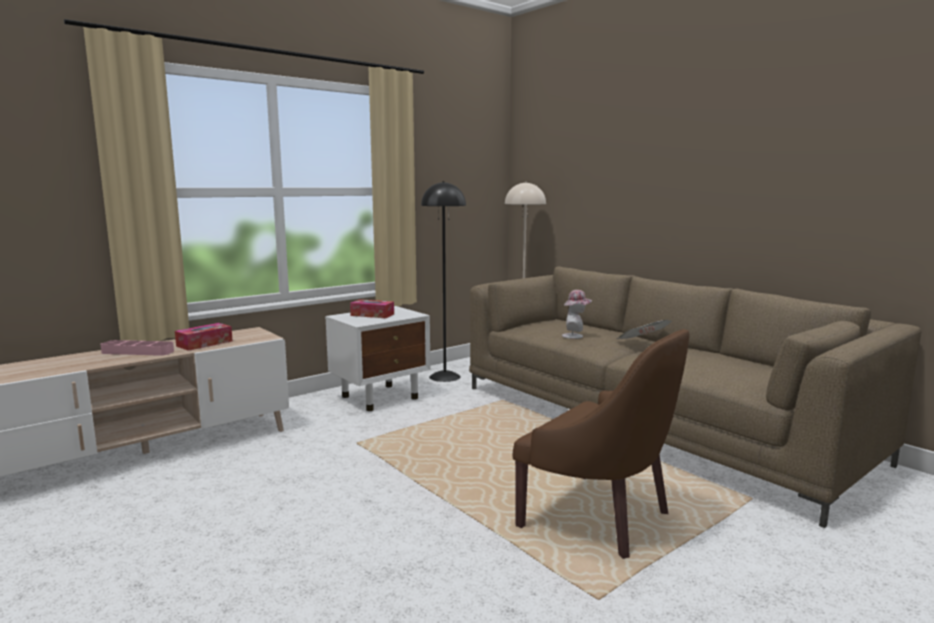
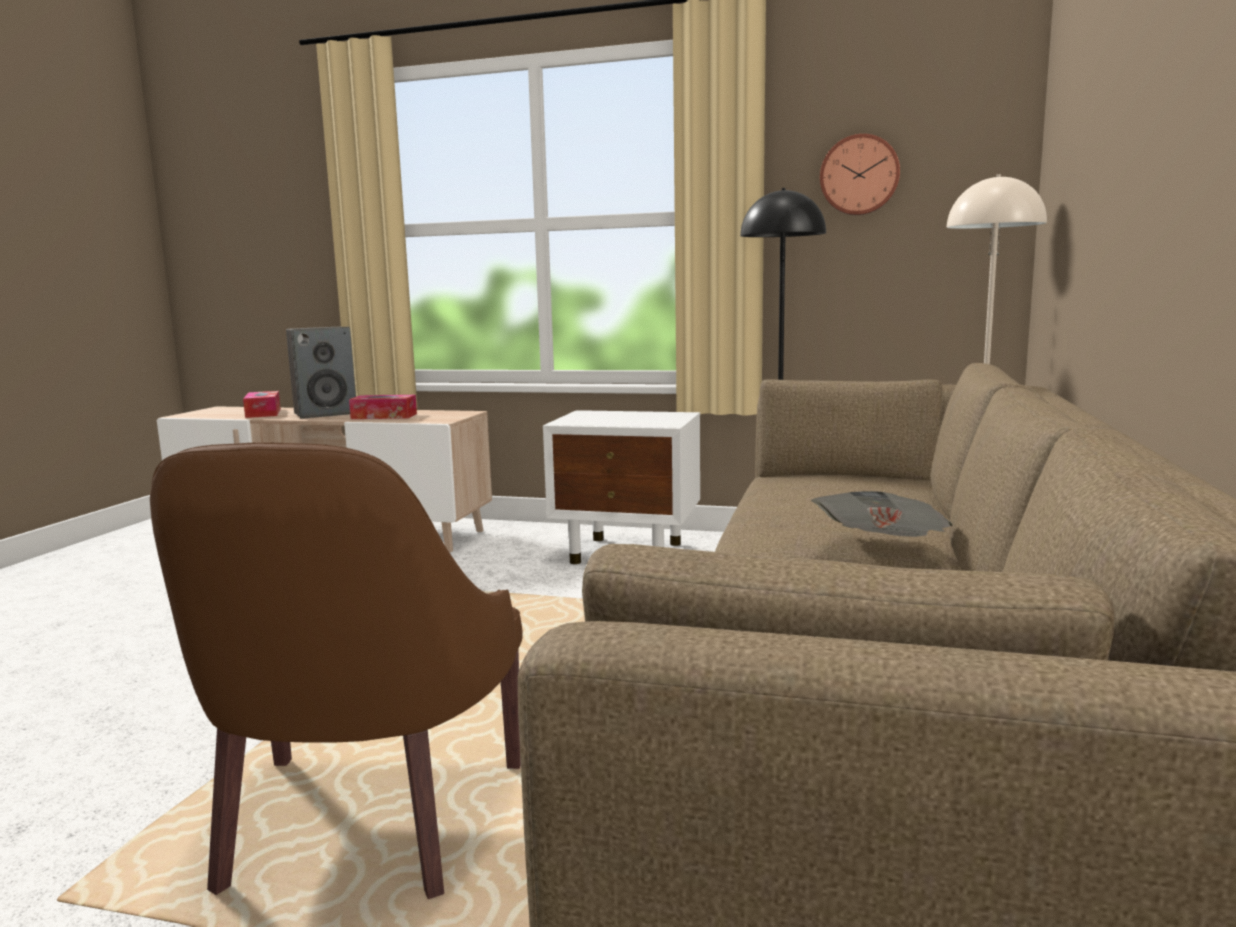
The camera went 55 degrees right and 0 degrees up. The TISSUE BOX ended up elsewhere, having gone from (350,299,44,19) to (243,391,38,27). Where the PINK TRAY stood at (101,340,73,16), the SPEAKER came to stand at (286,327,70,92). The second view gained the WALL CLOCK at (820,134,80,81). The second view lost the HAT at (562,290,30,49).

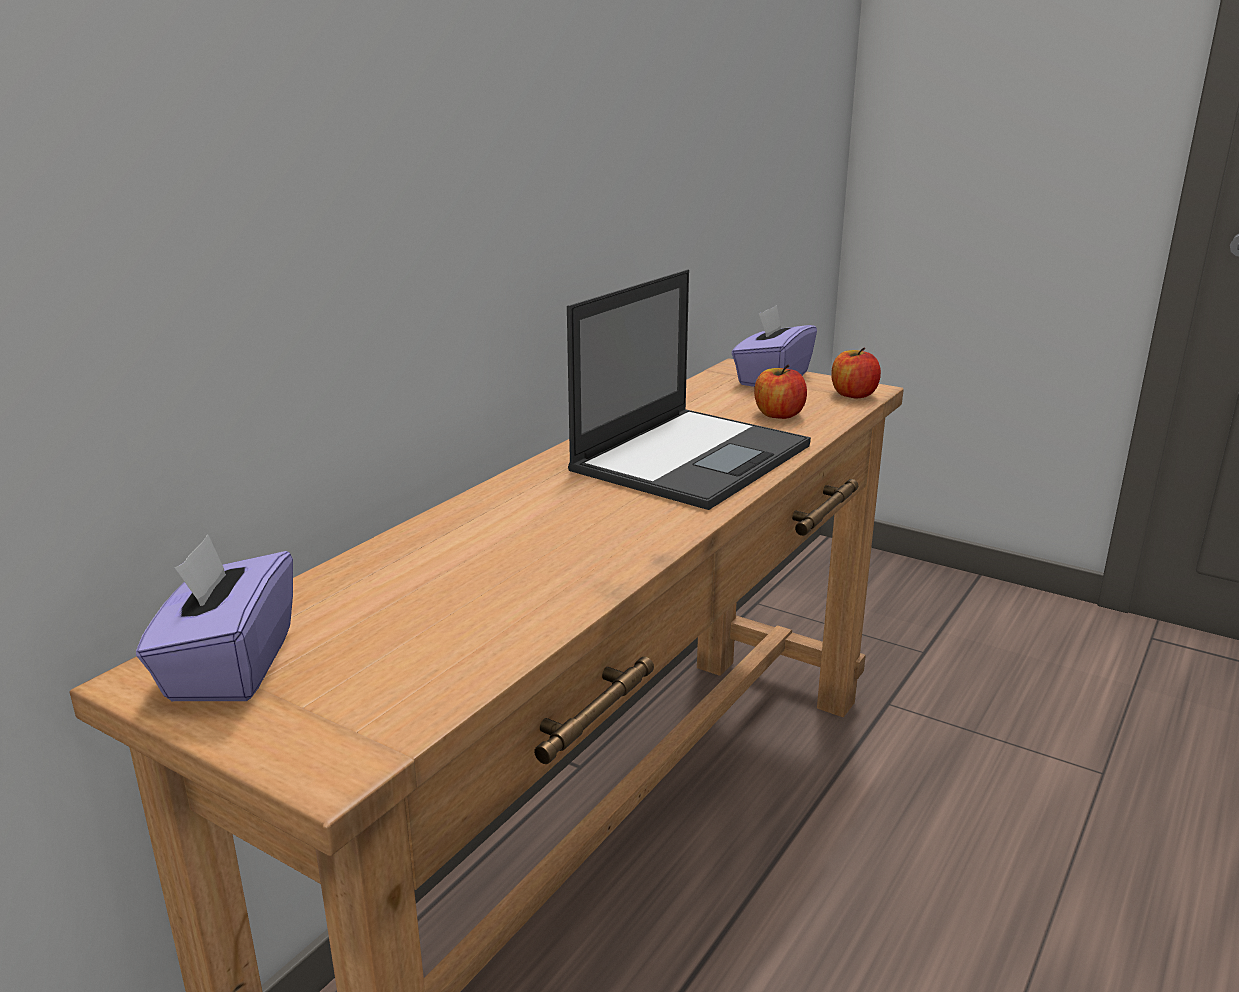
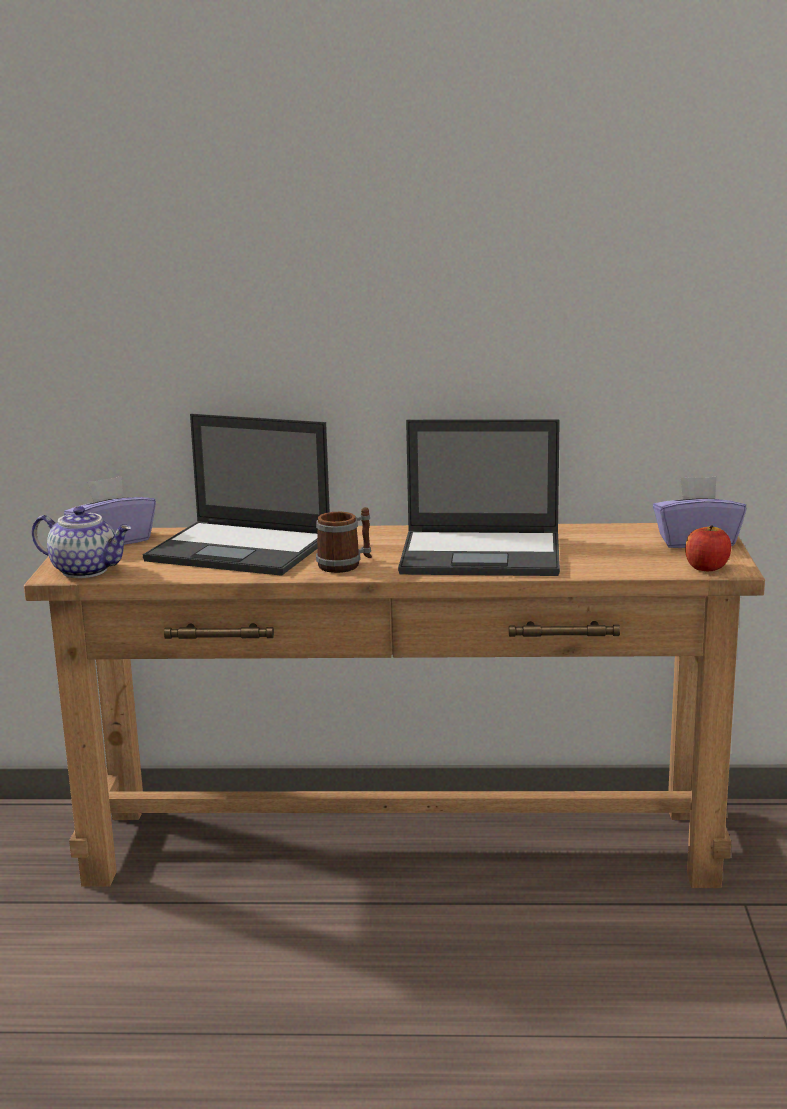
The camera went 60 degrees right and 5 degrees down. The second view gained the TEAPOT at (32,506,100,72). The second view gained the LAPTOP at (143,414,187,162). The second view gained the MUG at (316,507,56,66). The second view lost the APPLE at (754,365,53,54).

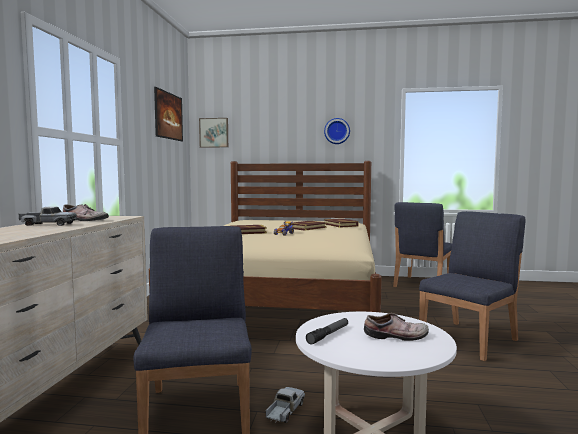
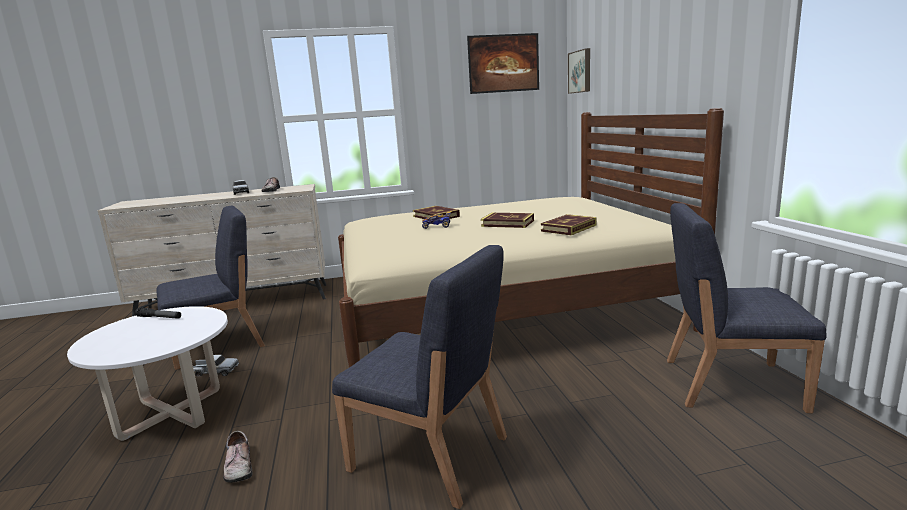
The camera went 70 degrees right and 10 degrees up. The SHOE ended up elsewhere, having gone from (364,313,65,28) to (223,431,29,52). The second view lost the WALL CLOCK at (324,118,26,26).

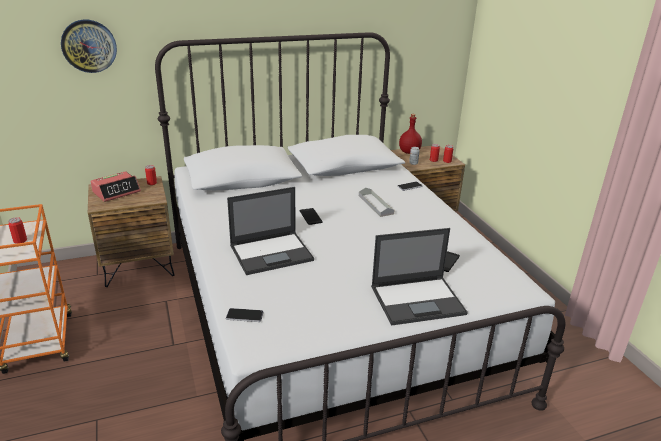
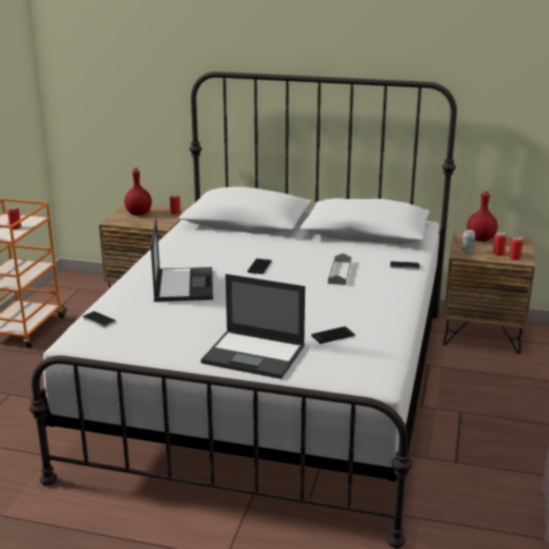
The camera went 35 degrees right and 5 degrees down. Where the ALARM CLOCK stood at (90,171,51,31), the RED BOTTLE came to stand at (124,167,28,48). The LAPTOP at (227,187,87,88) ended up facing another way, 105 degrees counterclockwise from before. The second view lost the WALL CLOCK at (61,19,56,54).

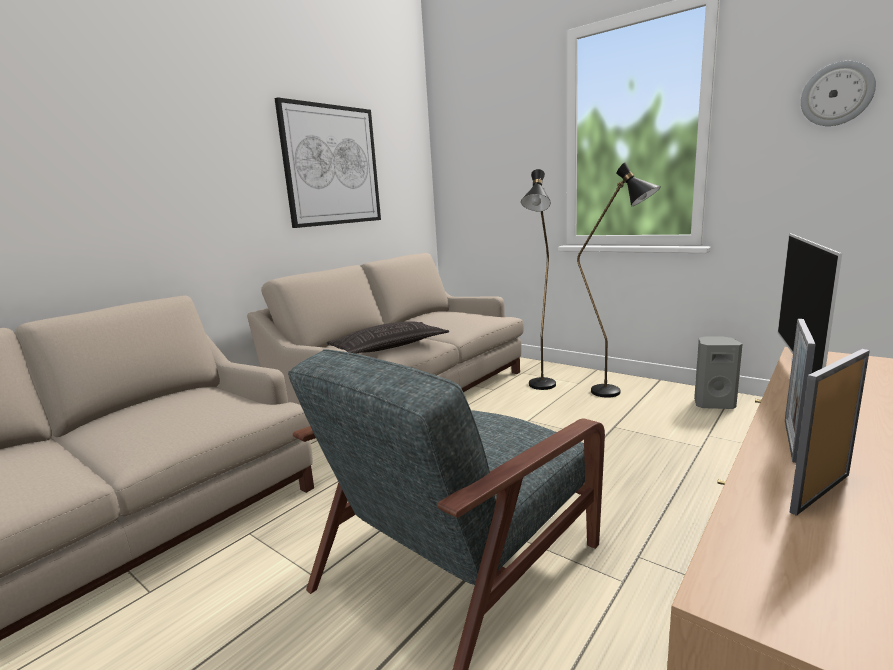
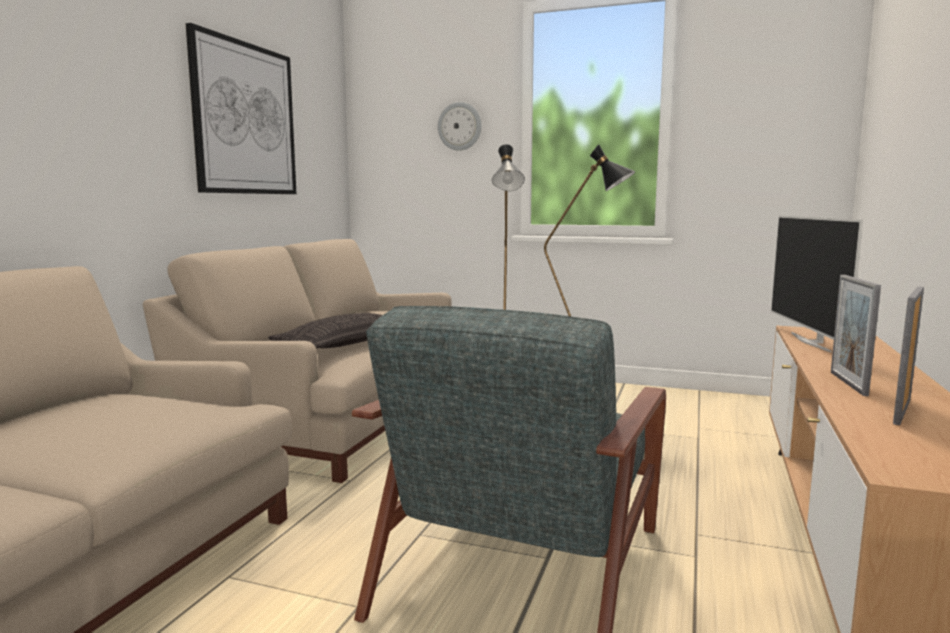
The camera went 20 degrees left and 5 degrees down. The WALL CLOCK ended up elsewhere, having gone from (801,61,75,65) to (438,102,43,49). The second view lost the GREY SPEAKER at (694,336,48,73).

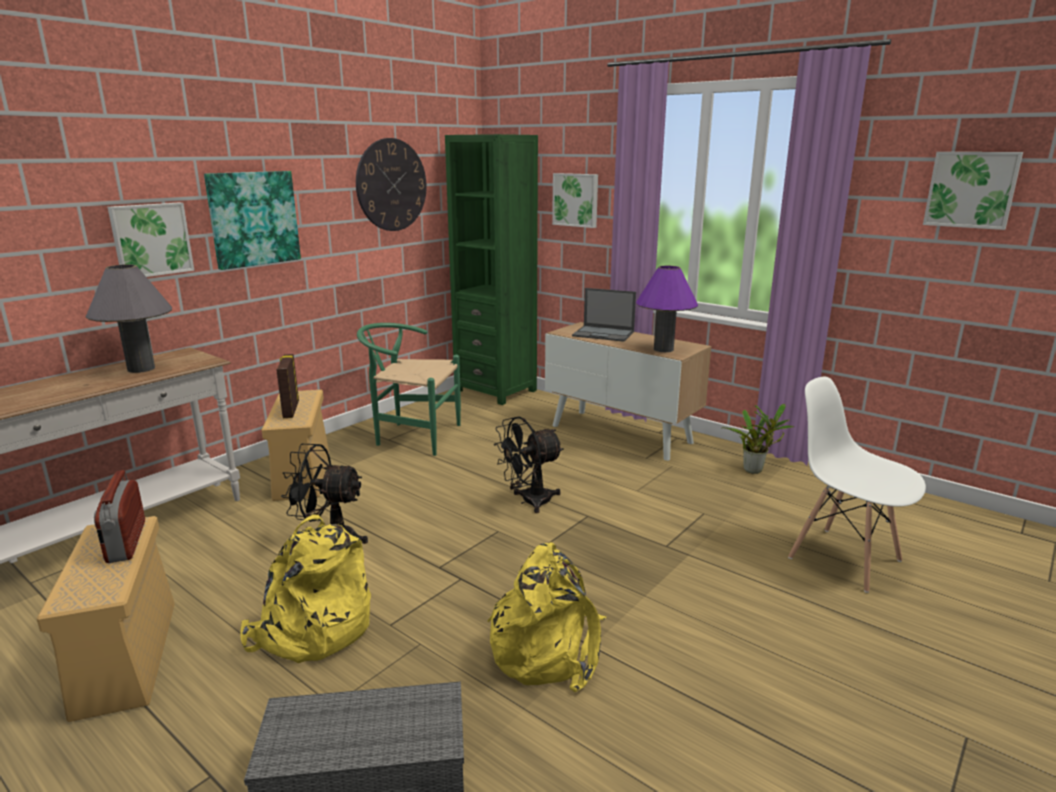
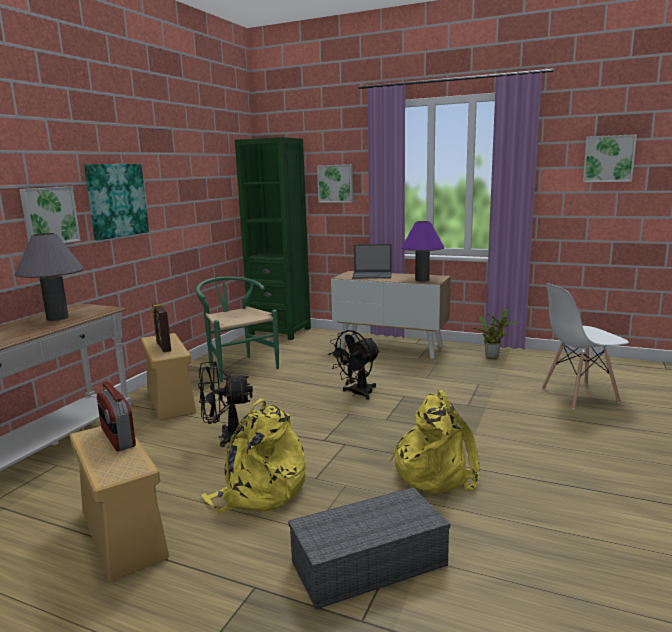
The camera went 15 degrees left and 5 degrees down. The GREEN CHAIR at (357,323,104,133) ended up facing another way, 60 degrees clockwise from before. The WHITE CHAIR at (788,377,138,216) ended up facing another way, 45 degrees counterclockwise from before. The second view lost the WALL CLOCK at (356,138,71,93).

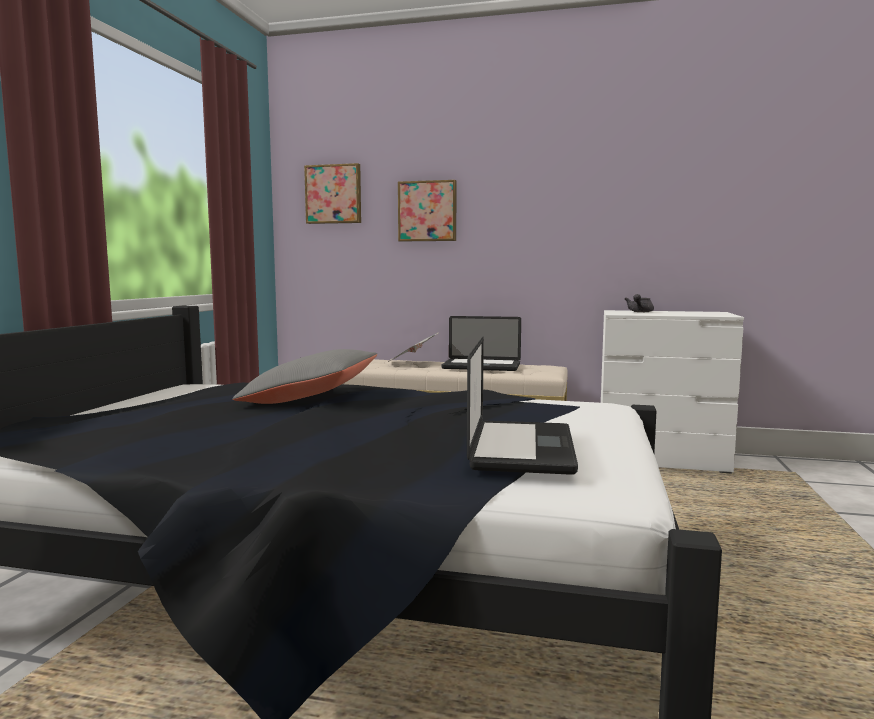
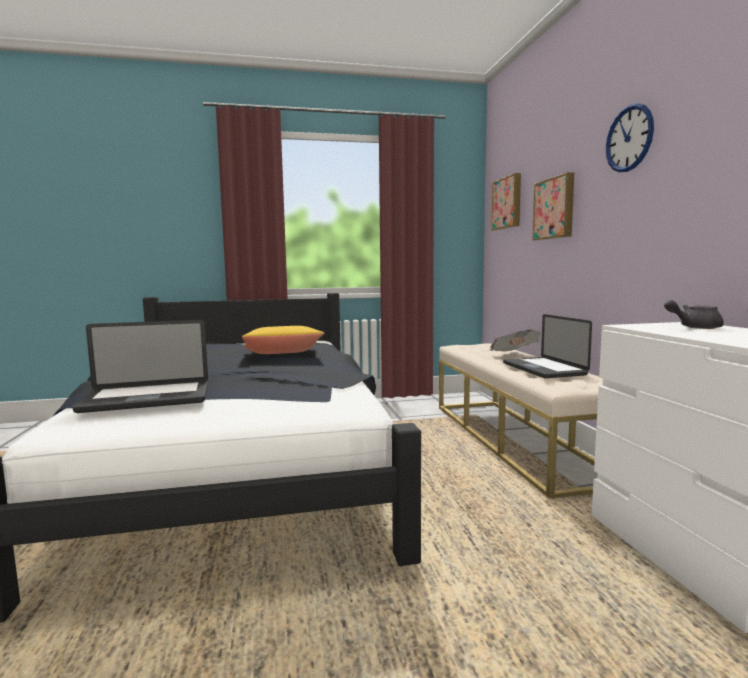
The camera went 65 degrees right and 0 degrees up. What was the GREY PILLOW at (233,349,144,55) turned into the YELLOW PILLOW at (242,326,82,28). The second view gained the WALL CLOCK at (606,103,48,69).

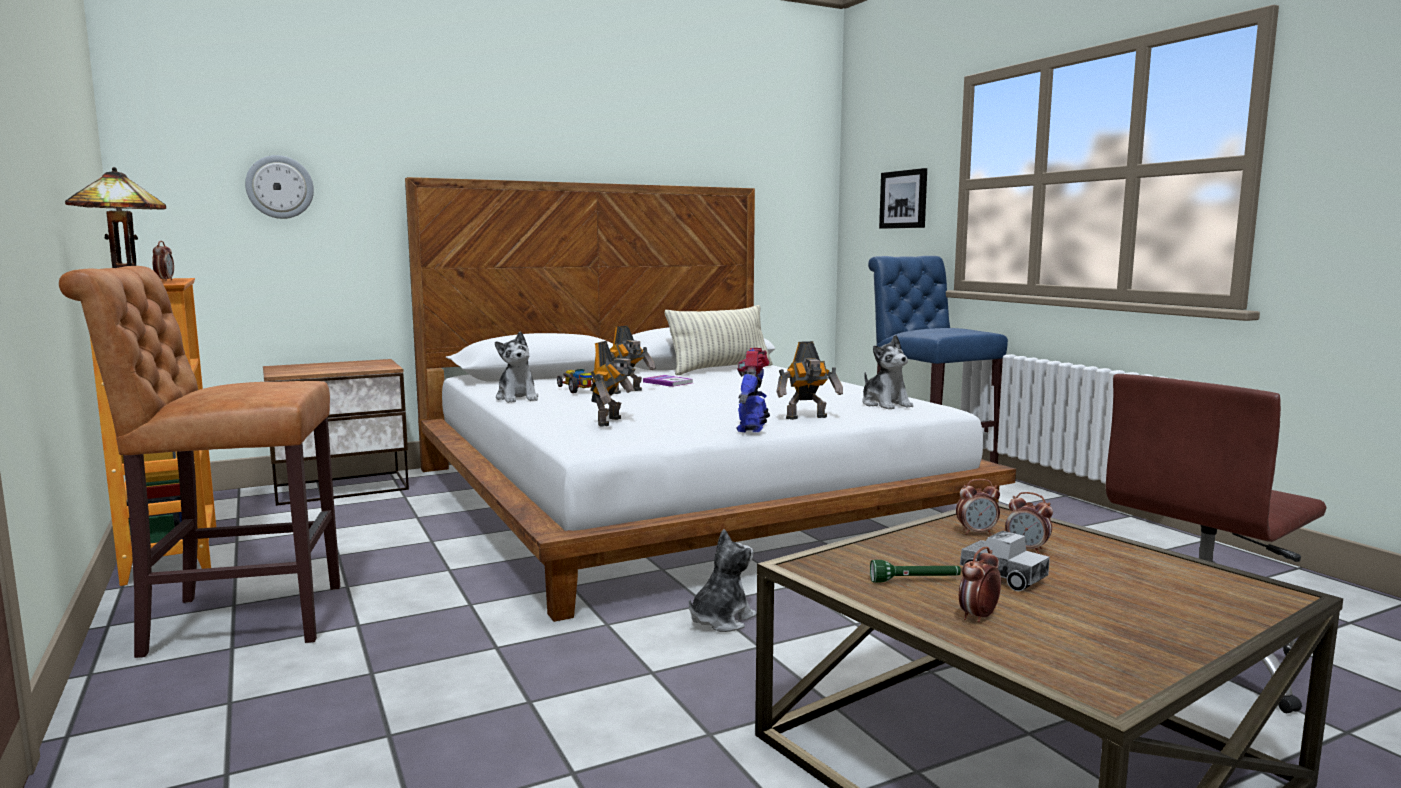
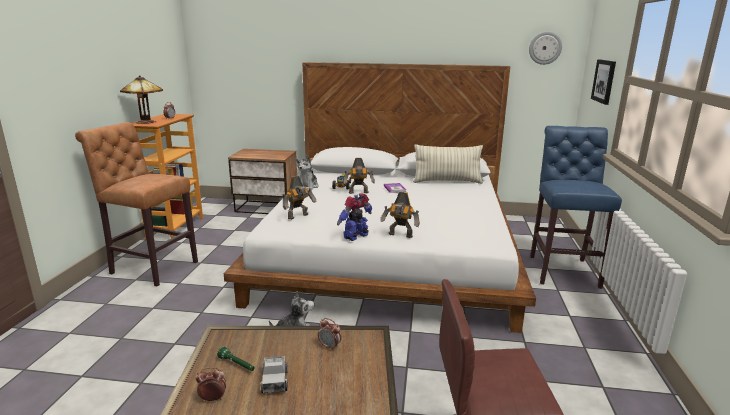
The camera went 35 degrees right and 10 degrees up. The WALL CLOCK ended up elsewhere, having gone from (245,155,69,64) to (529,31,33,34). The second view lost the PLUSH TOY at (862,335,51,74). The second view lost the ALARM CLOCK at (1005,492,48,62).

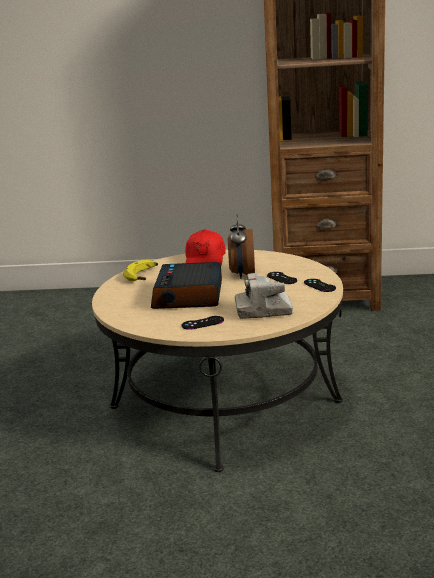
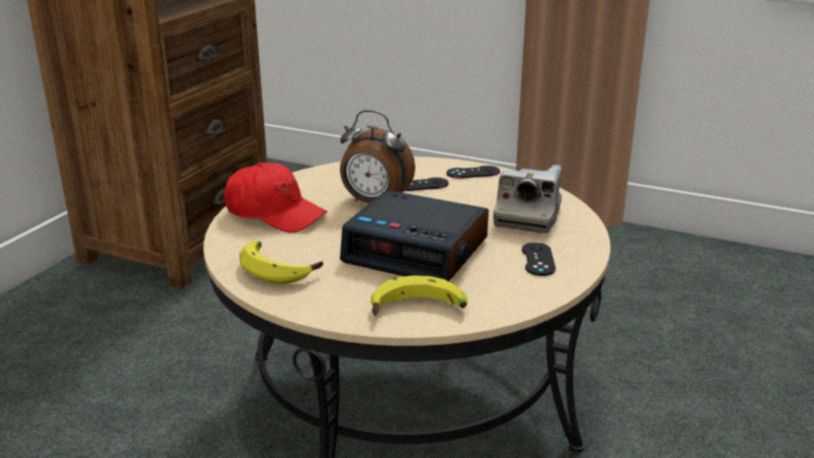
The camera went 70 degrees left and 5 degrees up. The second view gained the BANANA at (371,275,97,41).

